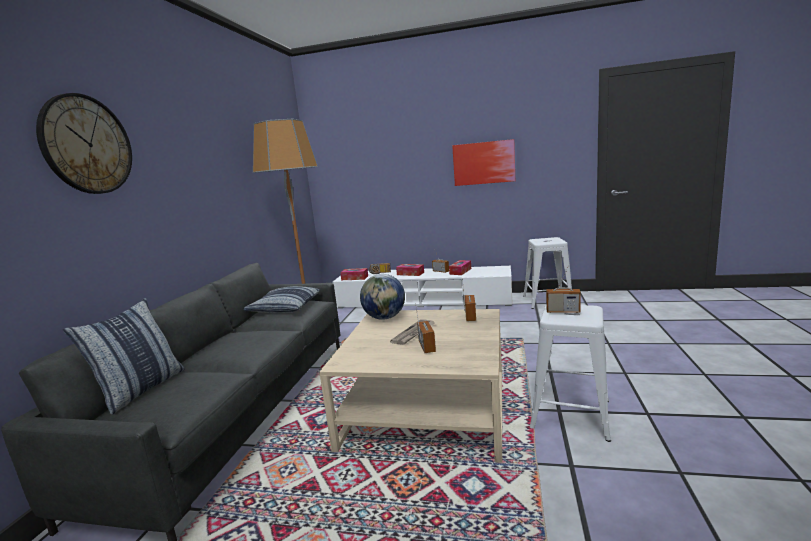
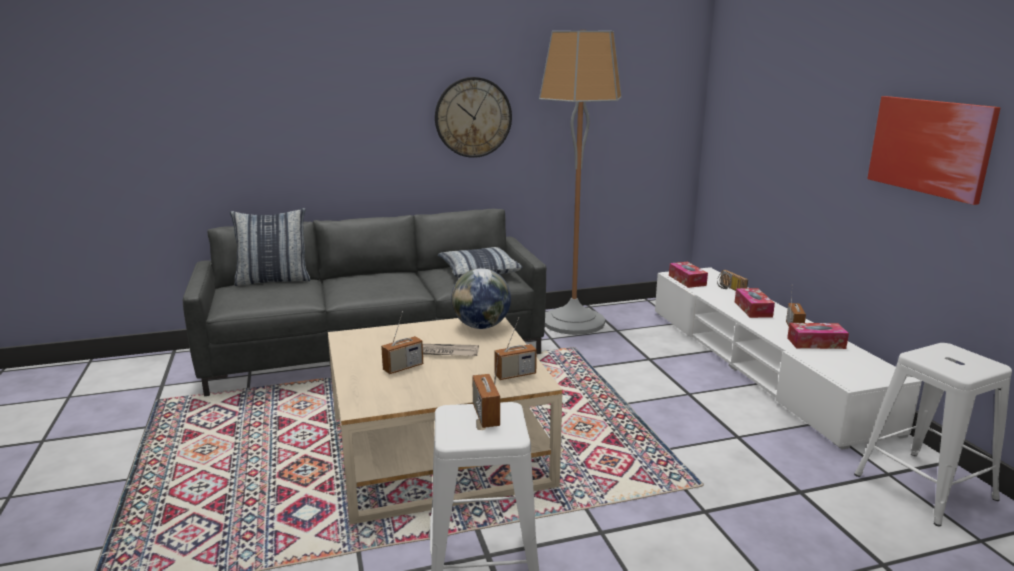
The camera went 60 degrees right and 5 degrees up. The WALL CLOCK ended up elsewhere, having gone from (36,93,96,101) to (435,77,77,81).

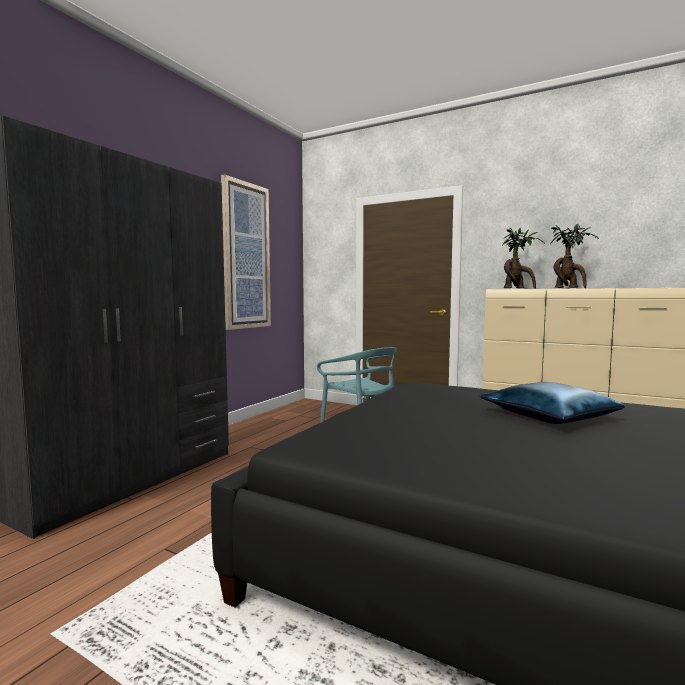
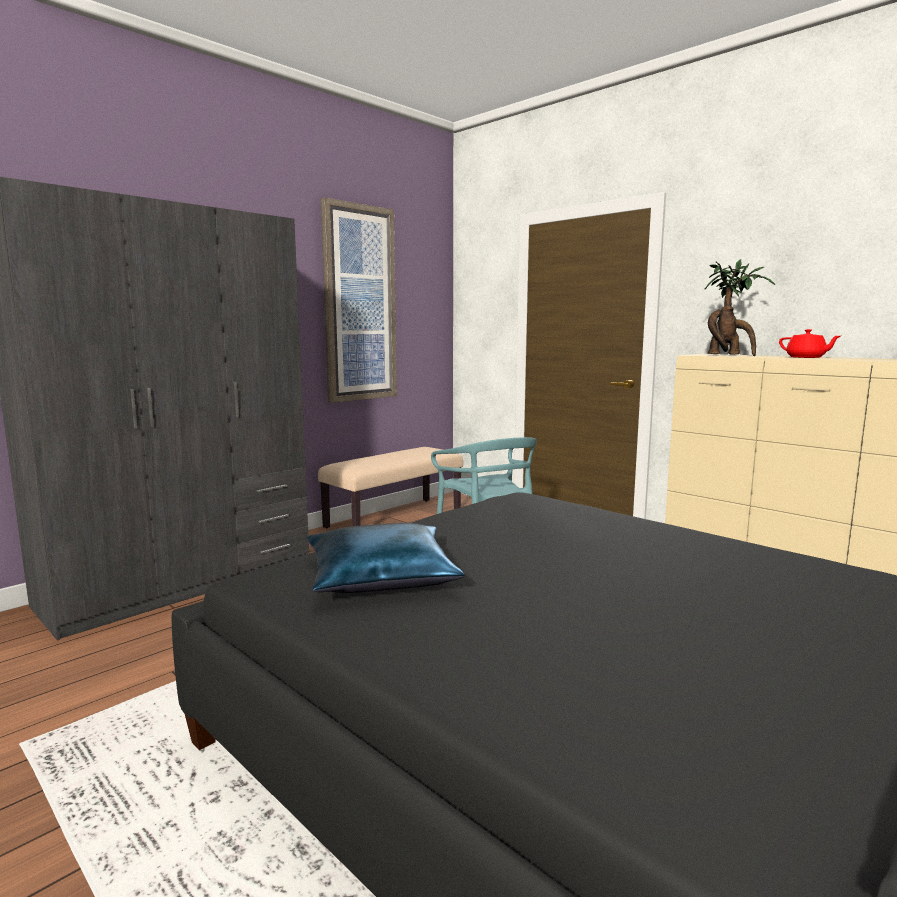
The camera went 15 degrees right and 5 degrees up. The BLUE PILLOW ended up elsewhere, having gone from (480,382,145,42) to (306,523,159,70). The second view gained the BEIGE BENCH at (318,447,145,81). Where the POTTED PLANT stood at (550,224,49,64), the RED TEAPOT came to stand at (779,329,61,29).

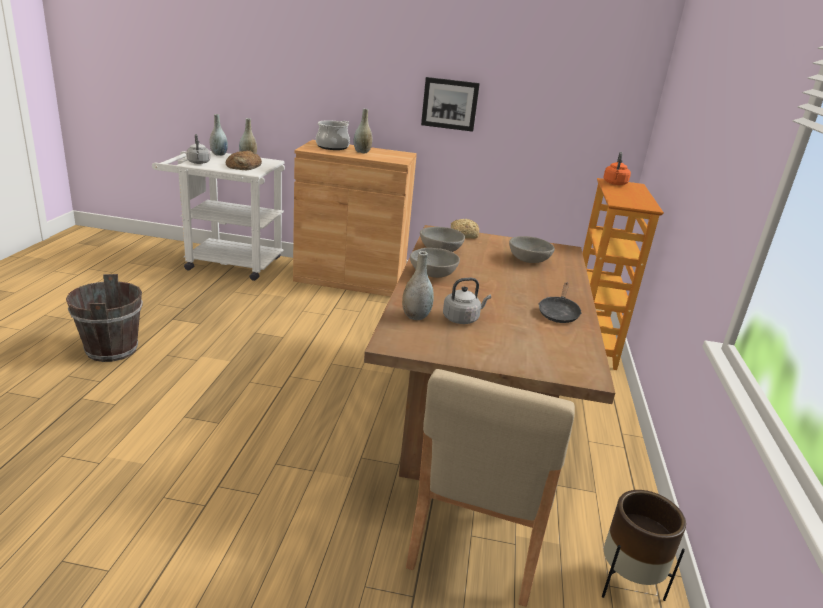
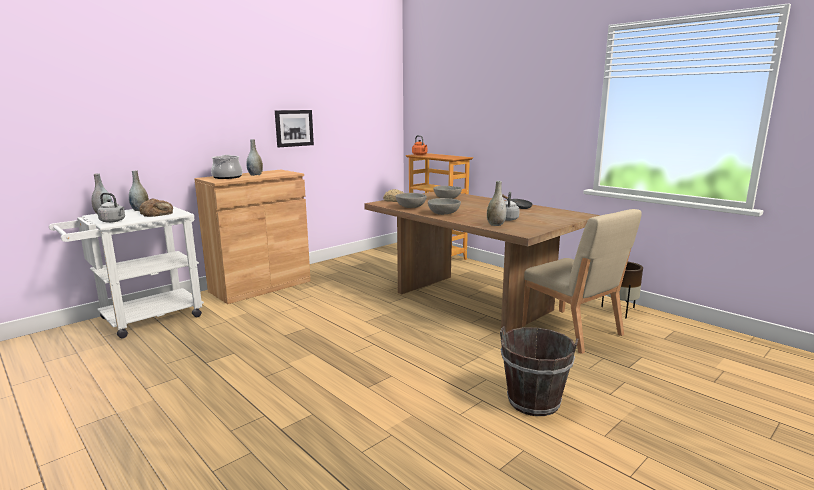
The camera went 50 degrees left and 10 degrees down. The BROWN BUCKET ended up elsewhere, having gone from (66,274,77,88) to (500,326,78,90).

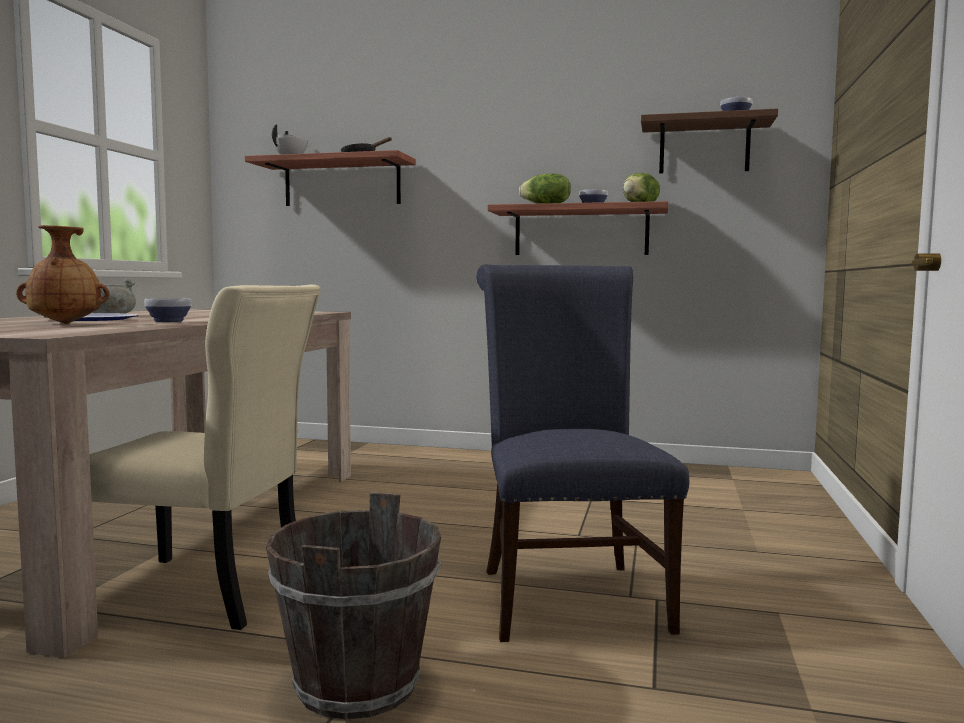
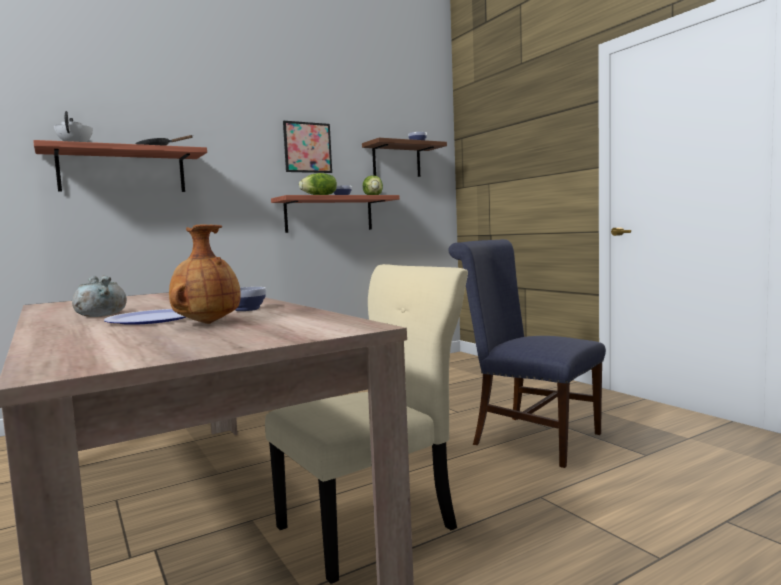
The camera went 45 degrees left and 0 degrees up. The second view gained the PICTURE at (283,121,49,52). The second view lost the BROWN BUCKET at (266,492,175,228).

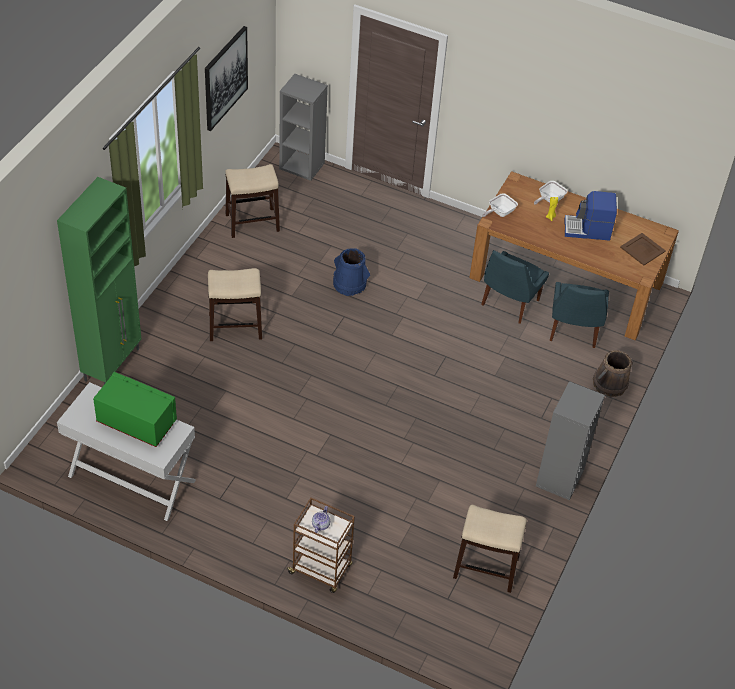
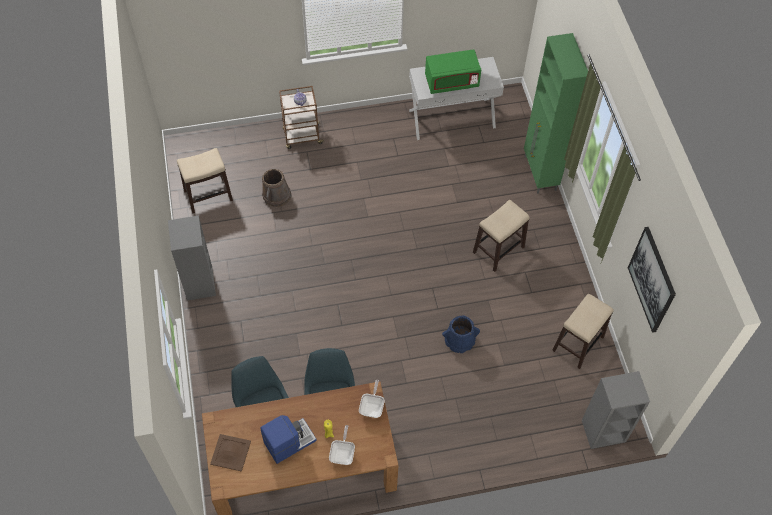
The camera went 145 degrees right and 10 degrees up. The BROWN BUCKET ended up elsewhere, having gone from (593,350,40,47) to (262,169,30,38).

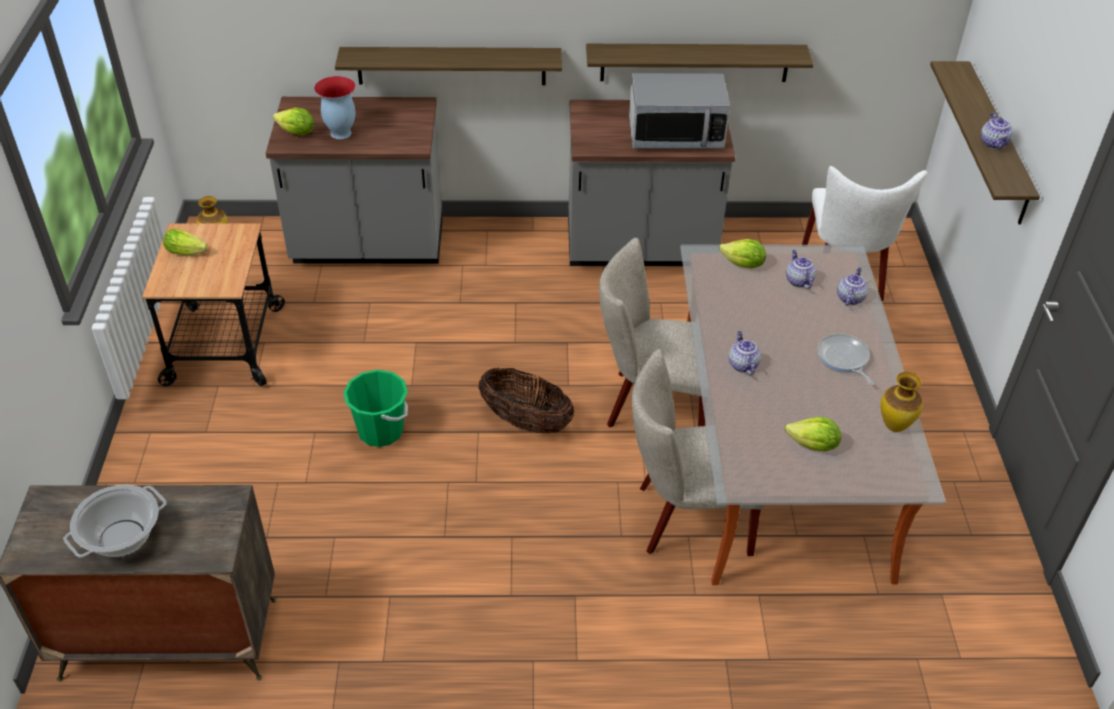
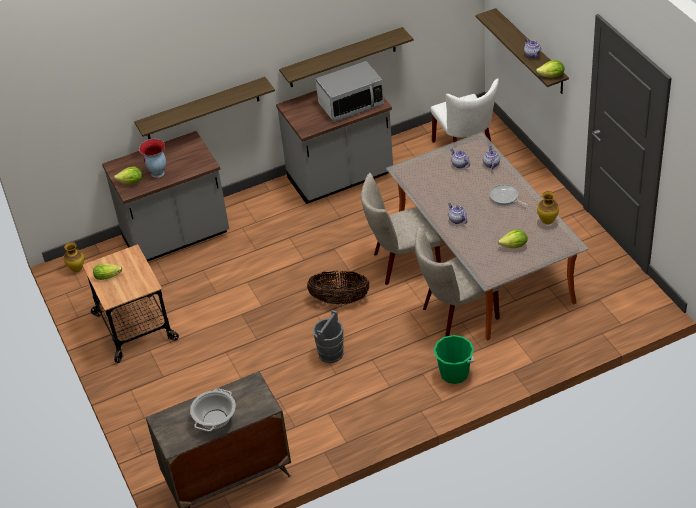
The camera went 20 degrees left and 0 degrees up. The second view gained the GREY BUCKET at (313,310,31,53). The GREEN BUCKET ended up elsewhere, having gone from (343,370,65,77) to (434,335,40,49). The LETTUCE ended up elsewhere, having gone from (719,239,47,30) to (536,60,28,18).

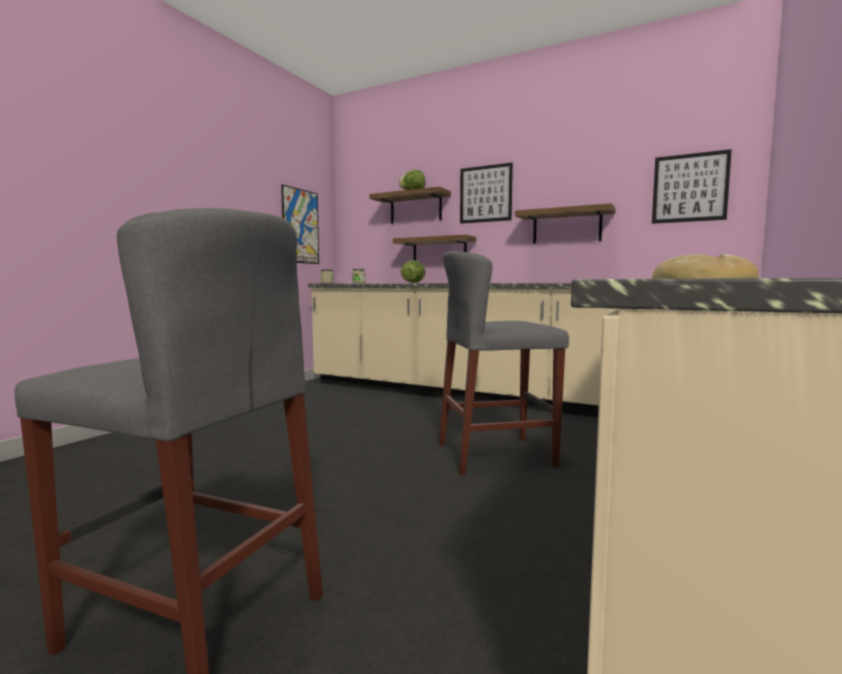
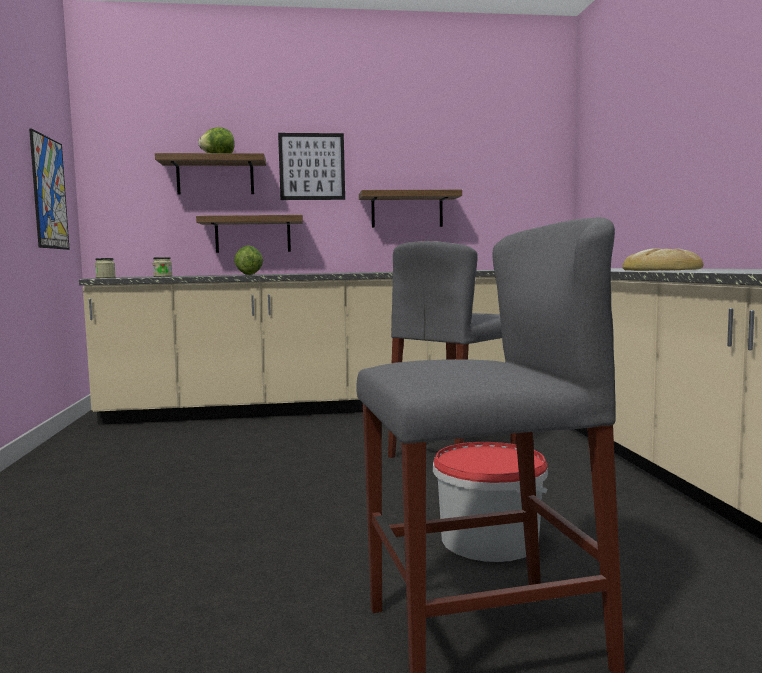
The camera went 35 degrees left and 0 degrees up. The second view gained the BUCKET at (433,442,115,120). The second view lost the PICTURE at (652,149,80,75).

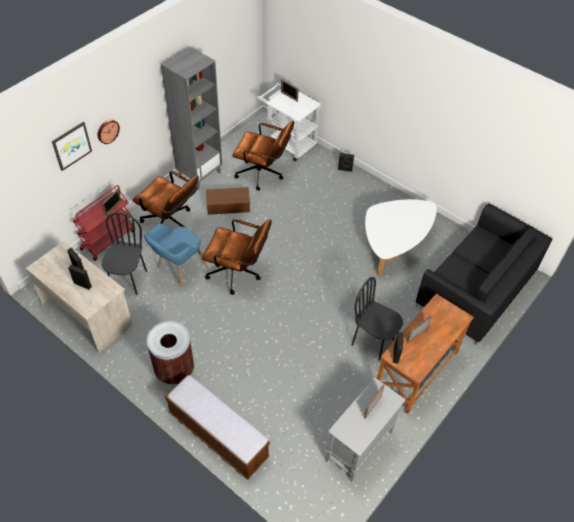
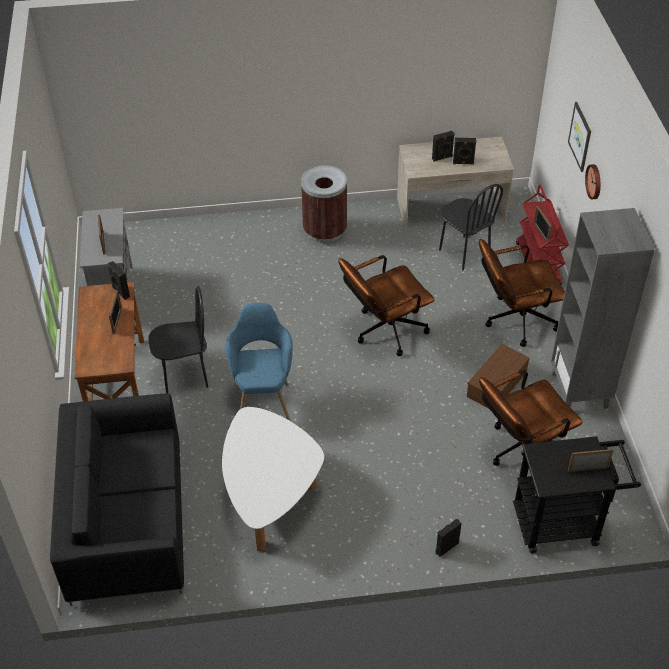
The camera went 135 degrees right and 5 degrees down. The BLUE ARMCHAIR ended up elsewhere, having gone from (144,224,64,64) to (226,303,67,118). What was the WHITE CART at (257,83,65,78) turned into the BLACK CART at (513,436,128,117). The second view lost the BENCH at (165,375,105,105).

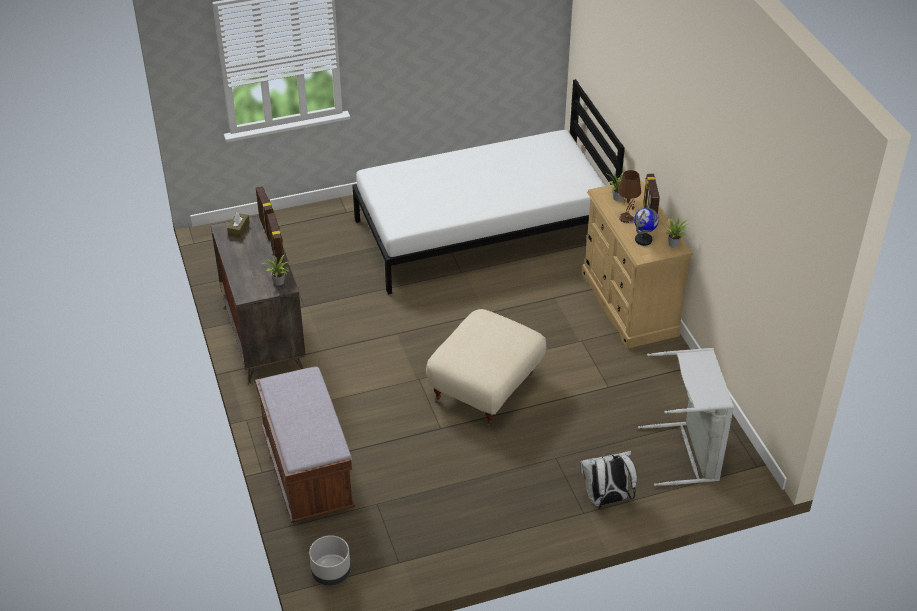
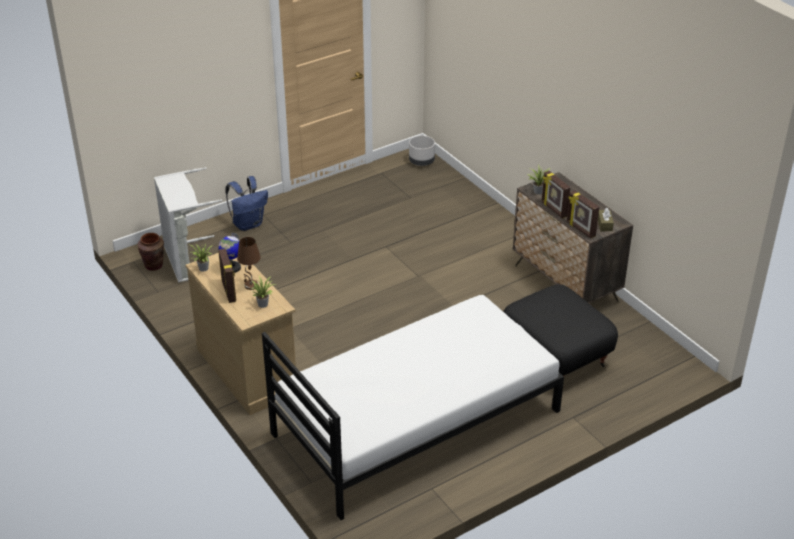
The camera went 165 degrees right and 5 degrees down. The second view gained the BROWN VASE at (138,233,26,38). What was the WHITE BACKPACK at (580,451,57,58) turned into the BLUE BACKPACK at (225,176,43,55). The second view gained the BLACK OTTOMAN at (503,284,115,92). The second view lost the BROWN BENCH at (255,366,100,157). The second view lost the BEIGE OTTOMAN at (426,309,120,118).

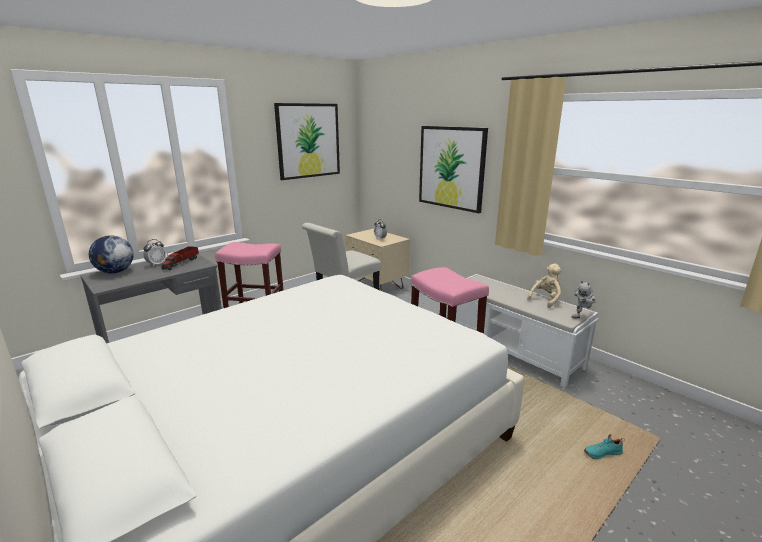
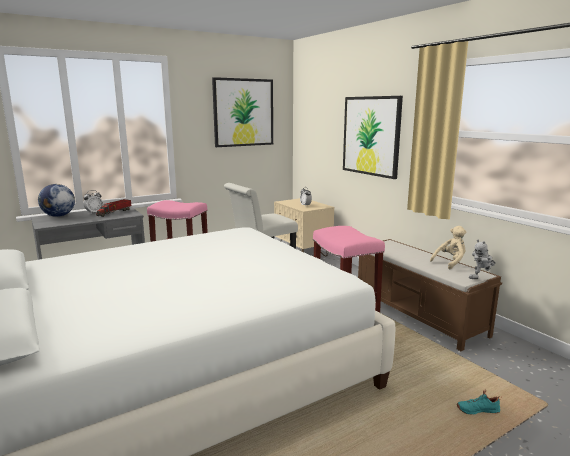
The camera went 10 degrees right and 5 degrees down. What was the WHITE BENCH at (456,274,143,114) turned into the BROWN BENCH at (358,239,144,112).

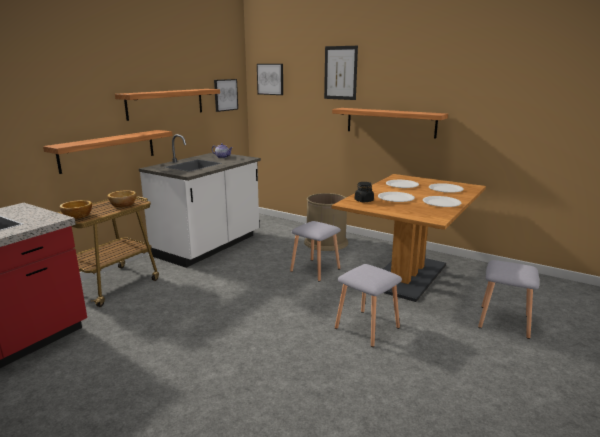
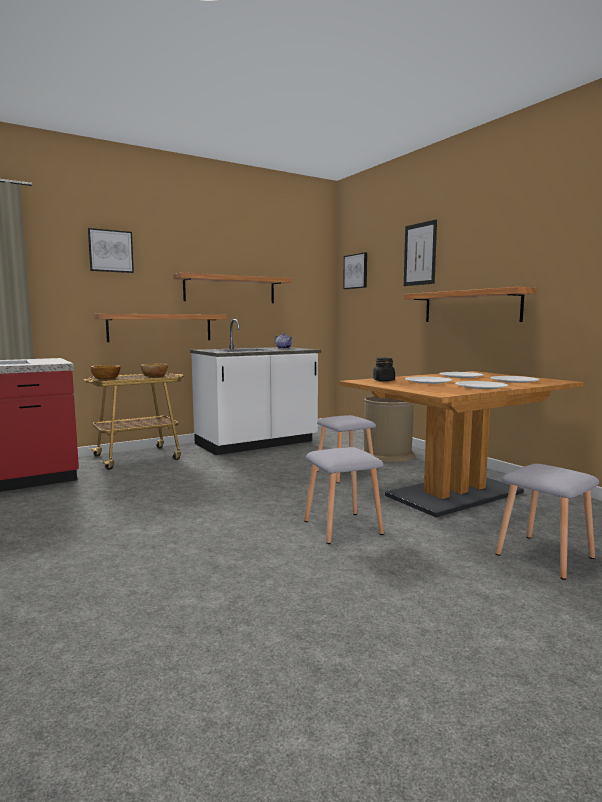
The camera went 25 degrees right and 10 degrees down. The PICTURE ended up elsewhere, having gone from (214,79,24,33) to (88,228,46,45).

